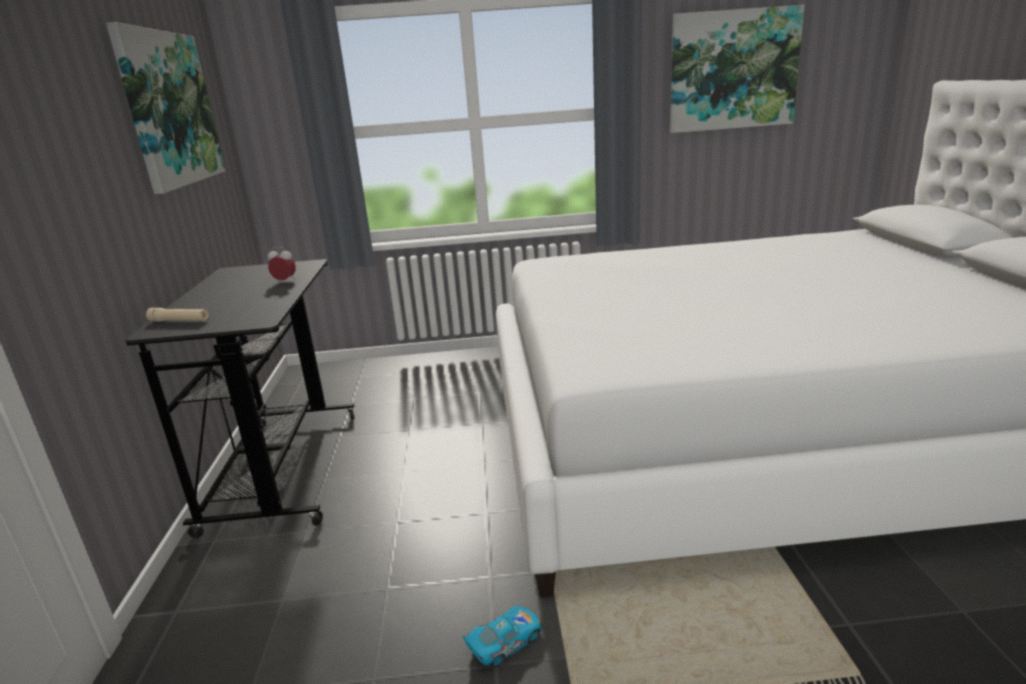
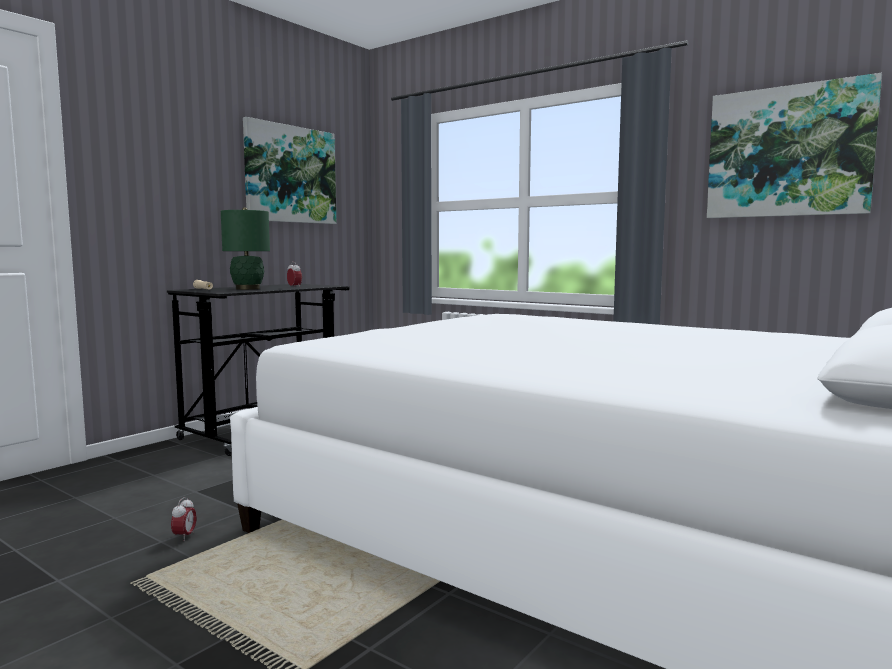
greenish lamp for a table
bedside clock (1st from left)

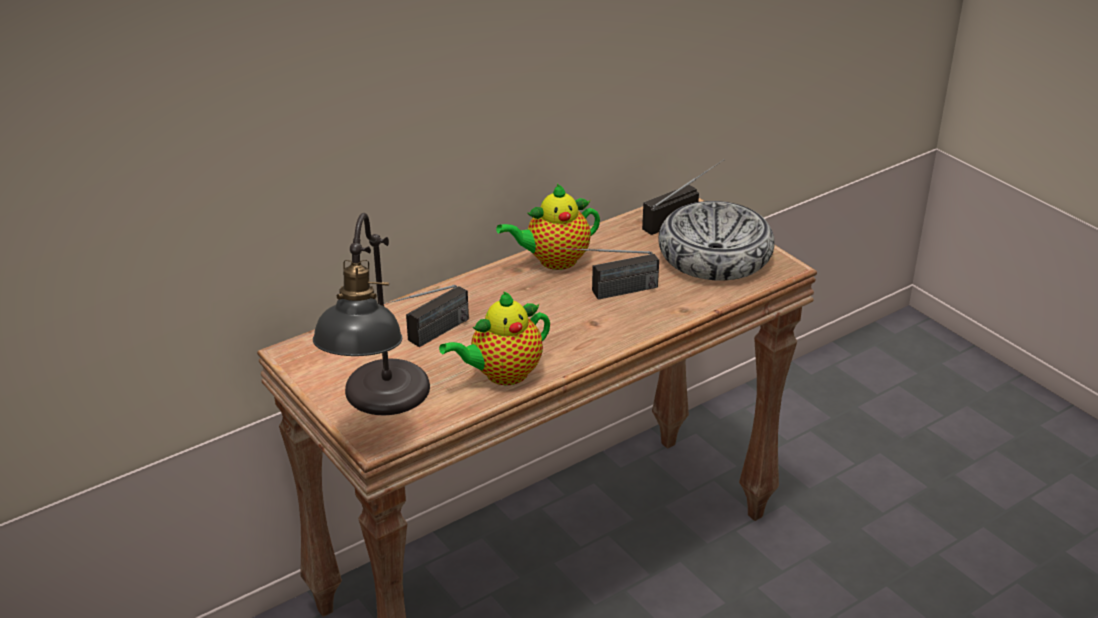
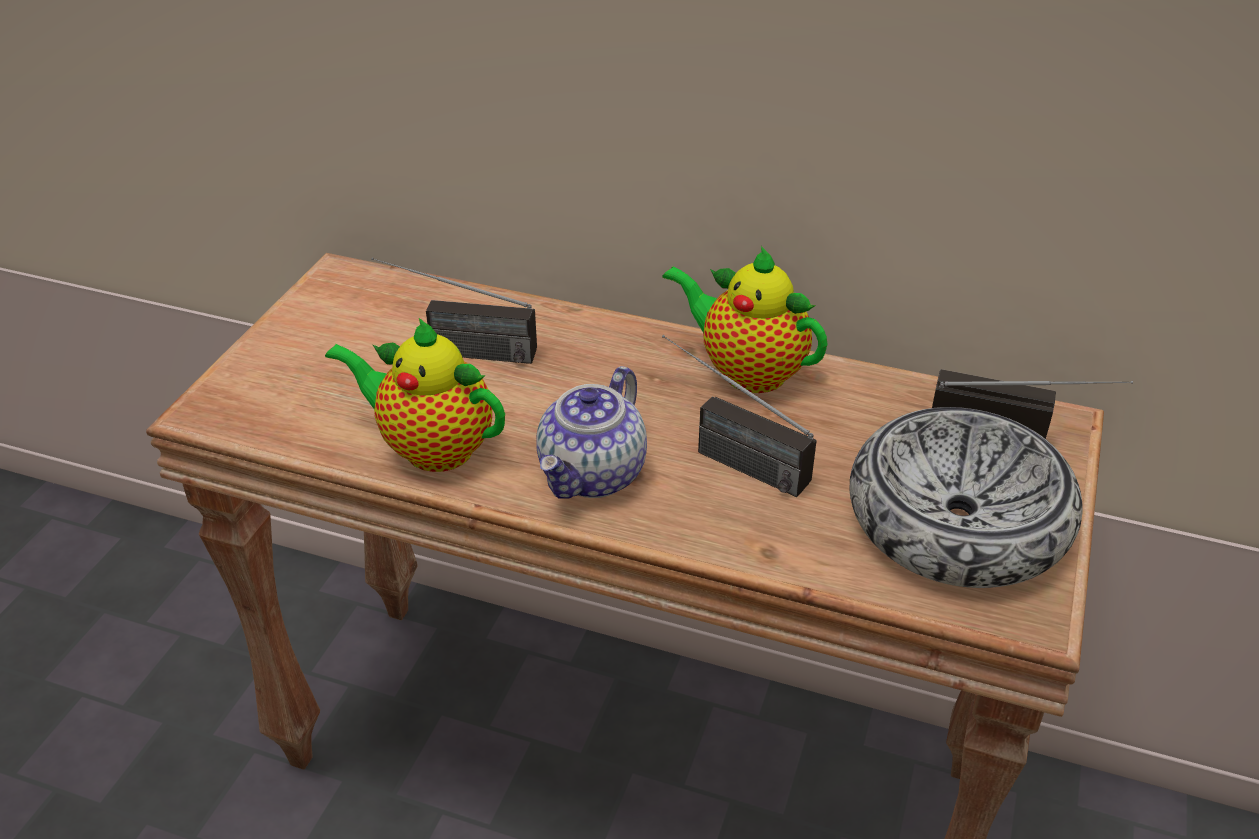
grey lamp for a table
pot for tea (2nd from left)

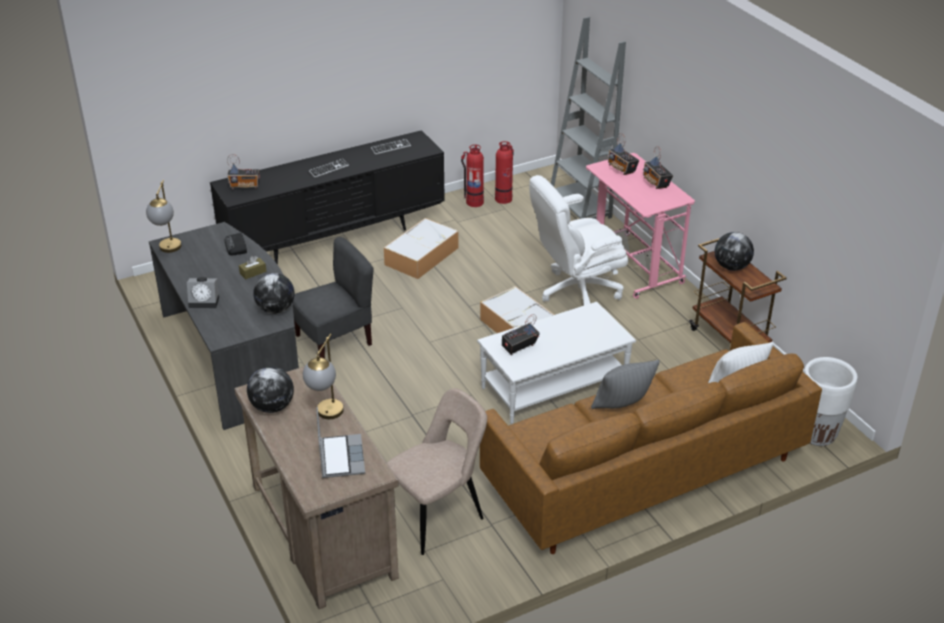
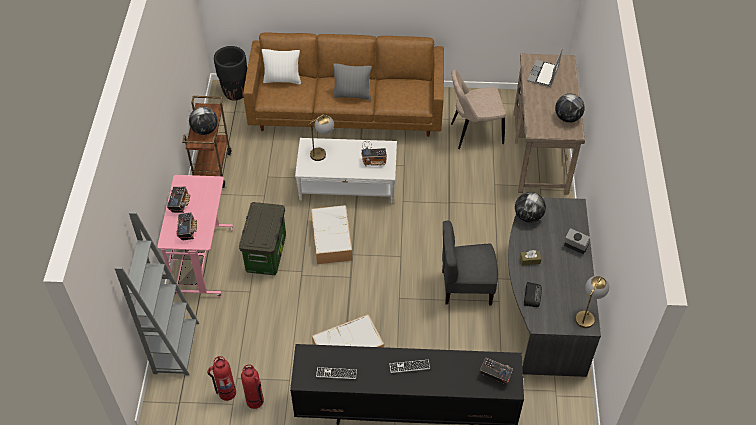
lamp for a table (1st from left)
storage bin (1st from left)
black-coloured plant pot

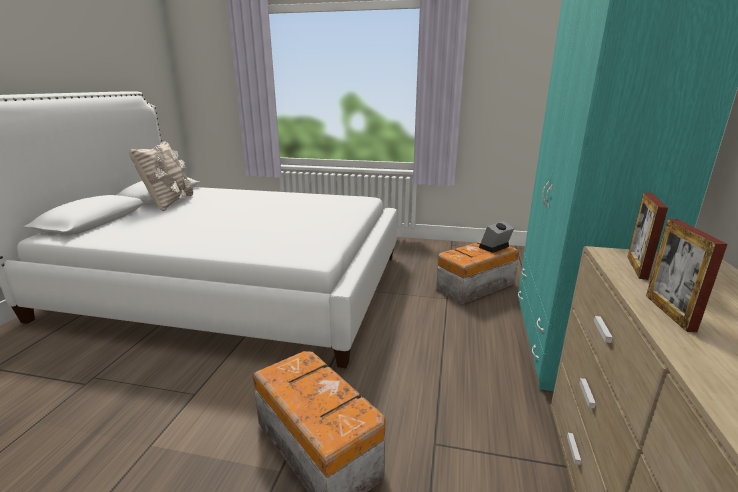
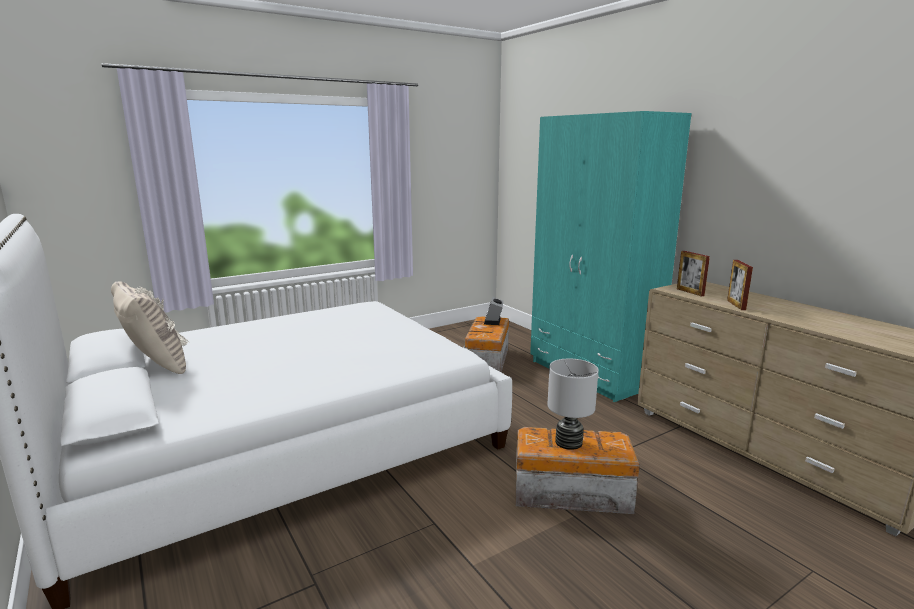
grey lamp for a table
standing frame (2nd from left)

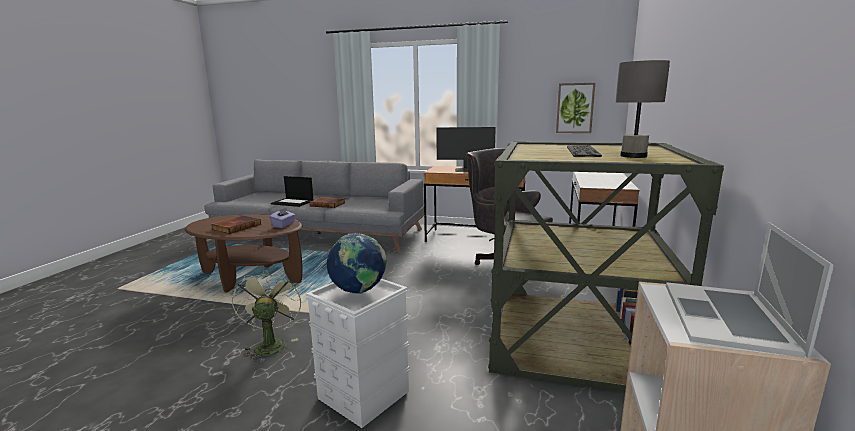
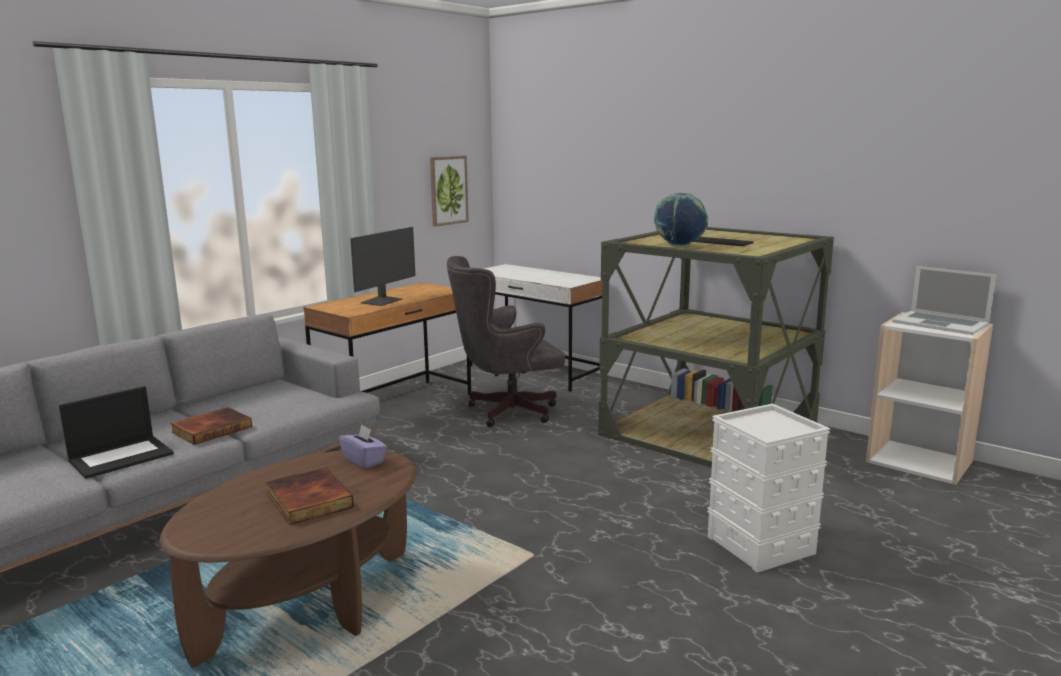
greenish electric fan
grey lamp for a table
globe

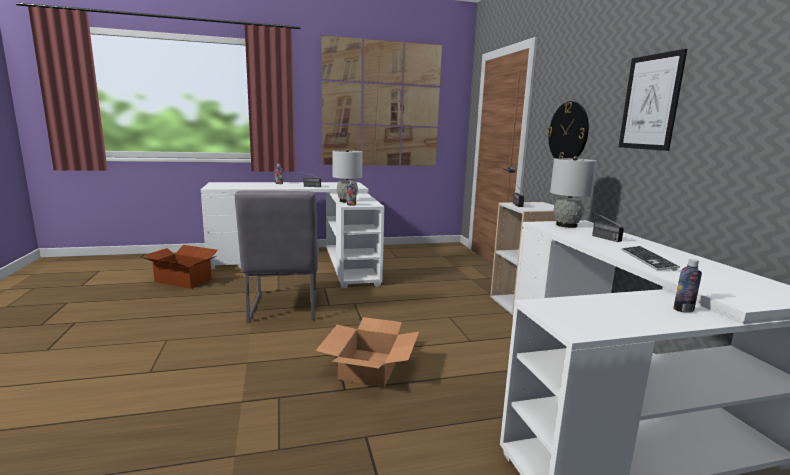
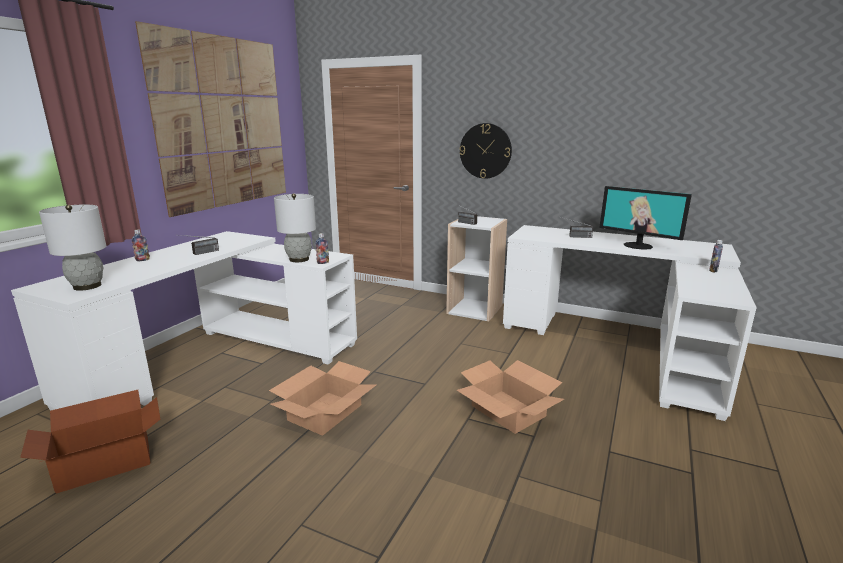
wall picture (2nd from left in the first image)
whitish lamp for a table (1st from left)
carton (2nd from left)
computer display

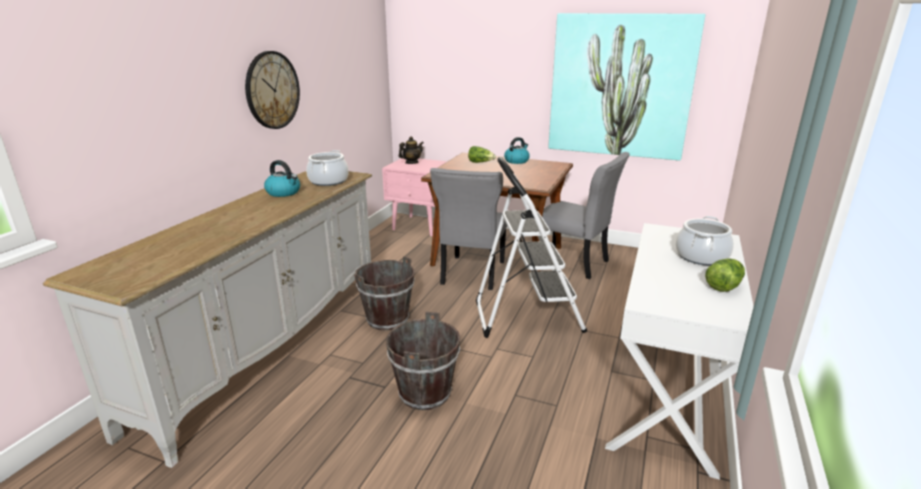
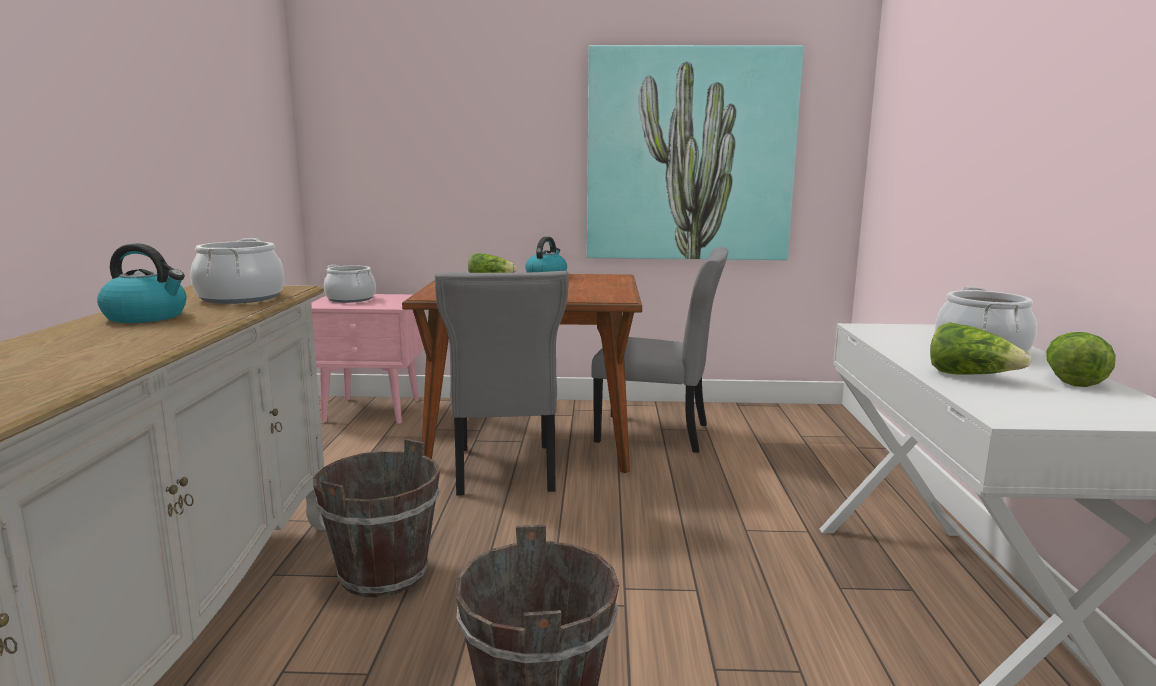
clock on the wall
step stool
head of lettuce (2nd from left)
cooking pot (2nd from left)

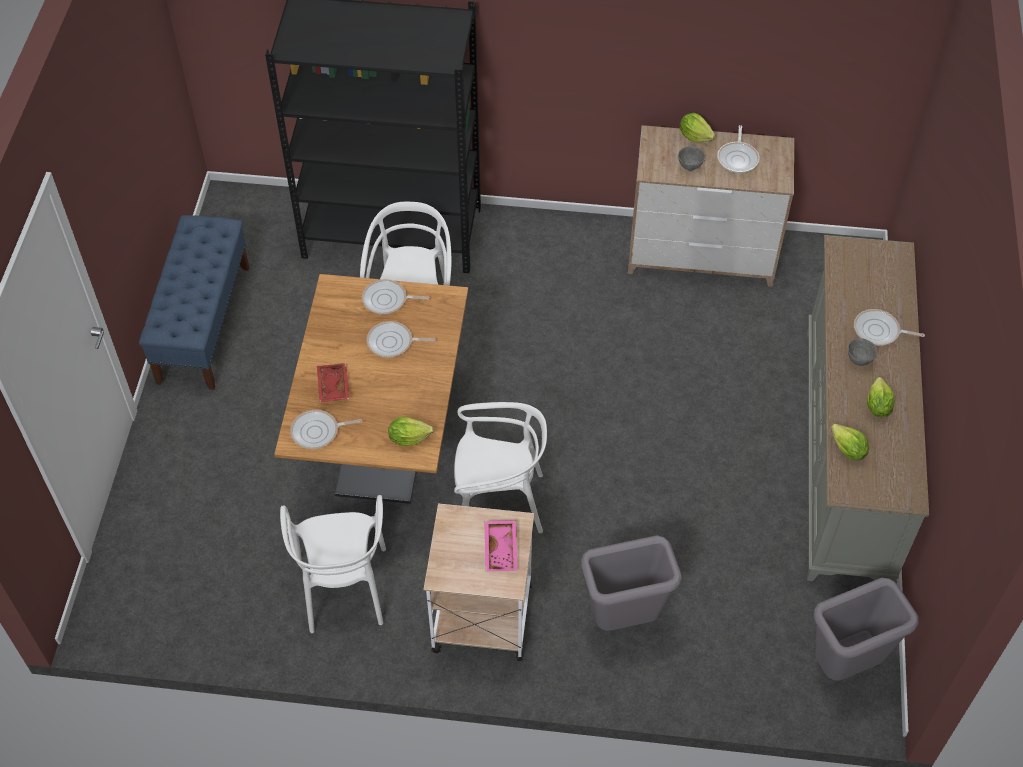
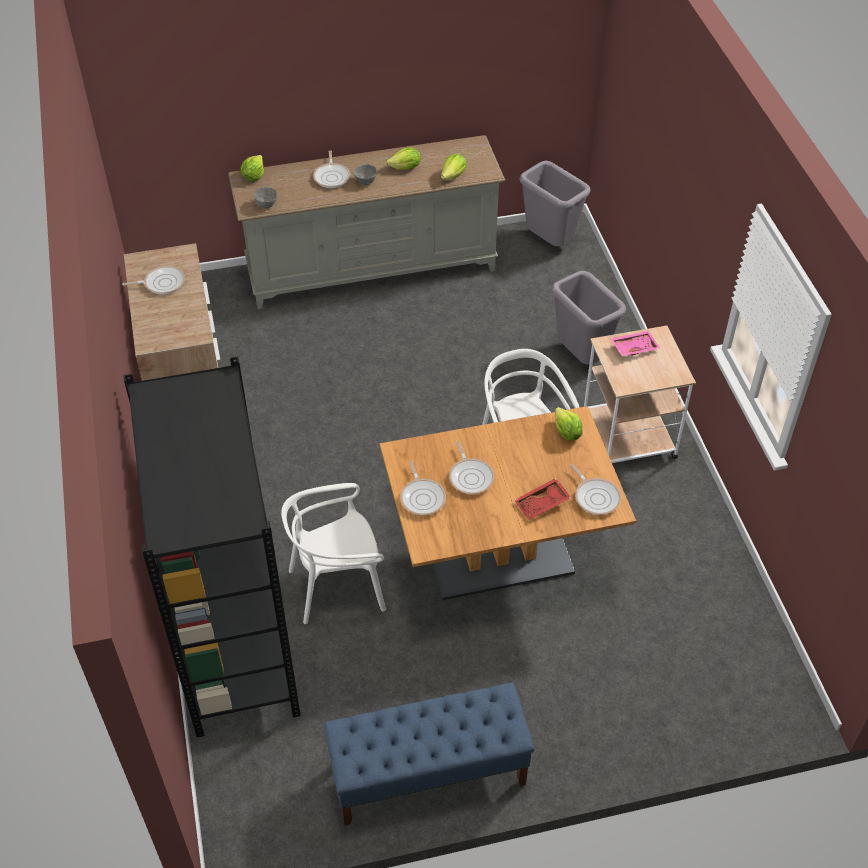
whitish upright chair (1st from left in the first image)
grey serving bowl (1st from left)
head of lettuce (1st from left)

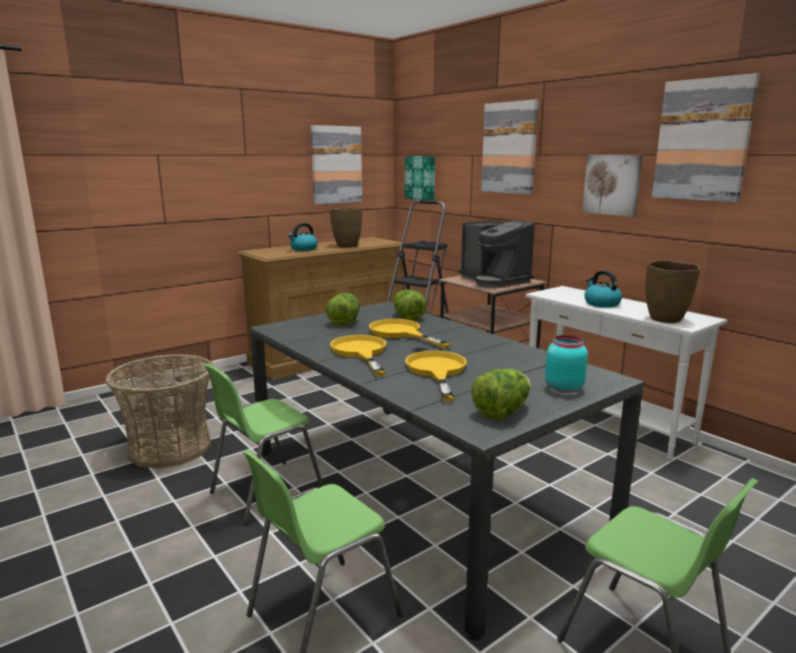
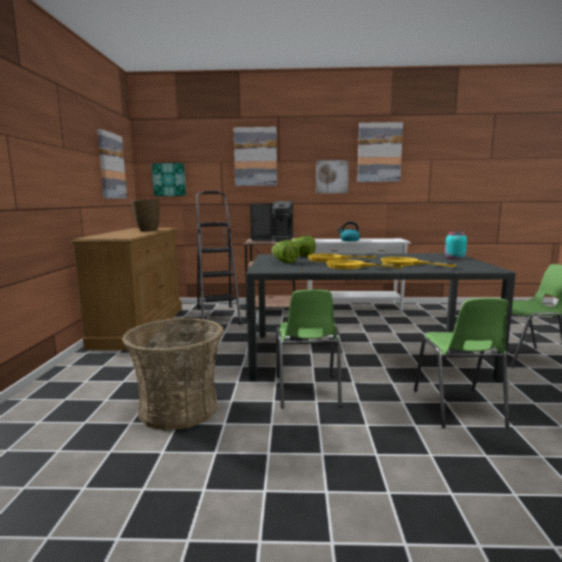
tea kettle (1st from left in the first image)
head of lettuce (3rd from left in the first image)
brown decorative vase (2nd from left in the first image)

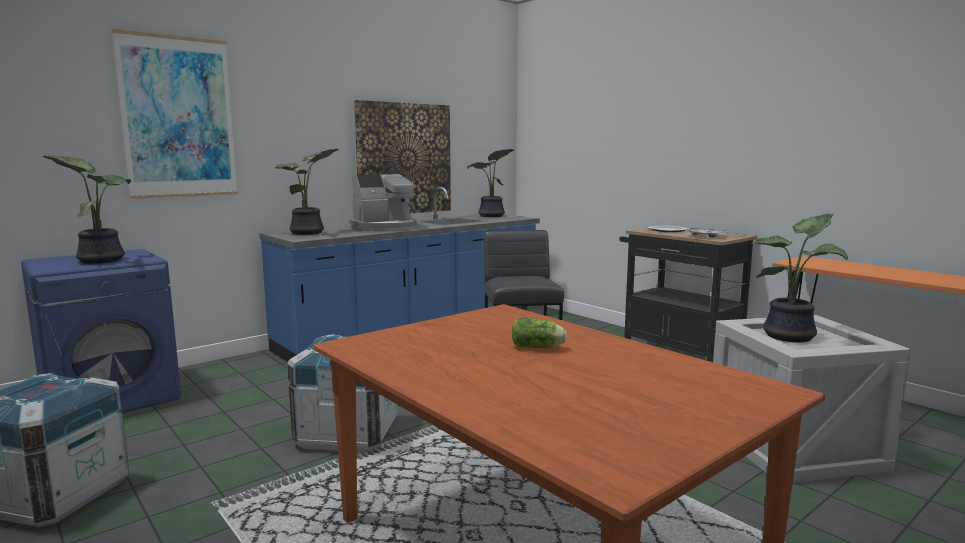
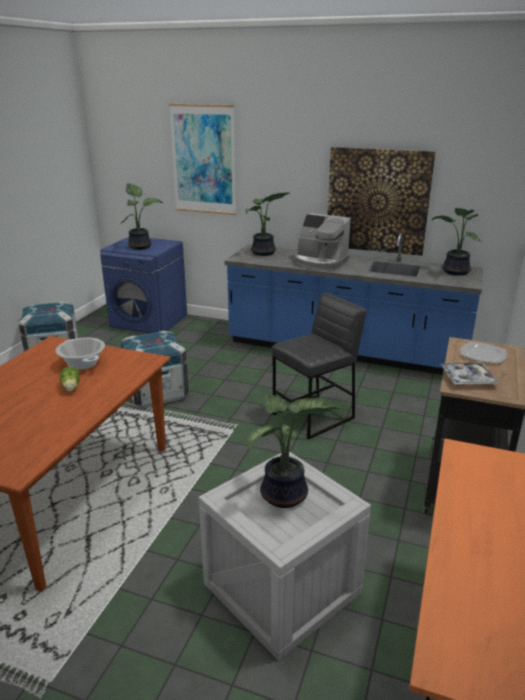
cooking pot

